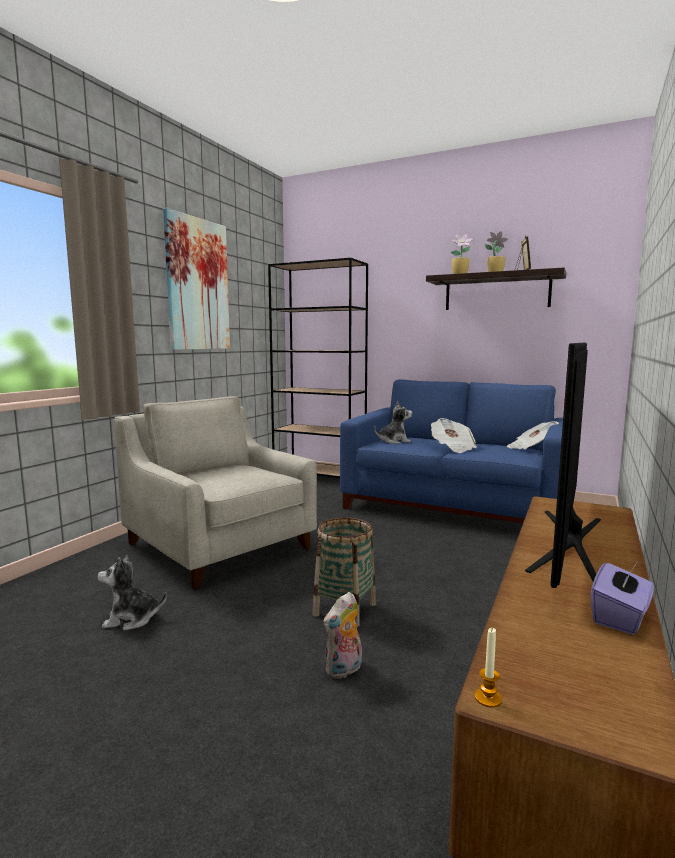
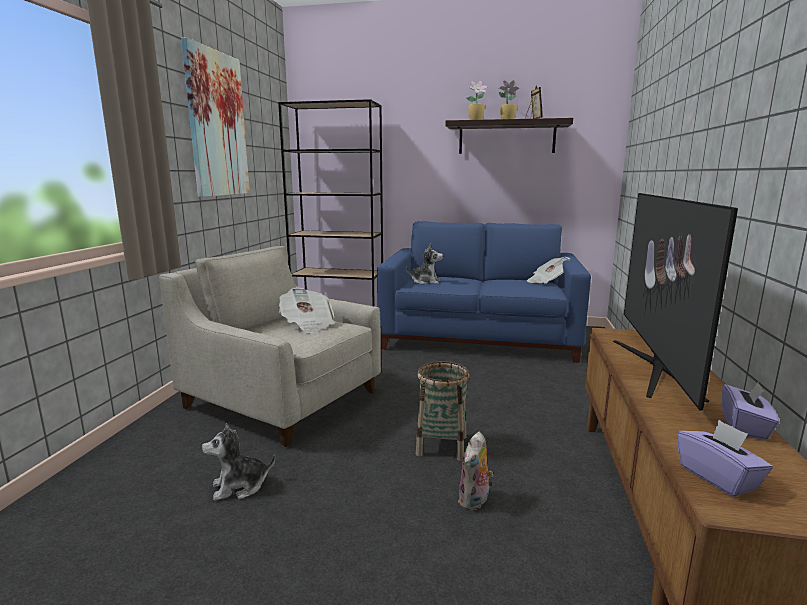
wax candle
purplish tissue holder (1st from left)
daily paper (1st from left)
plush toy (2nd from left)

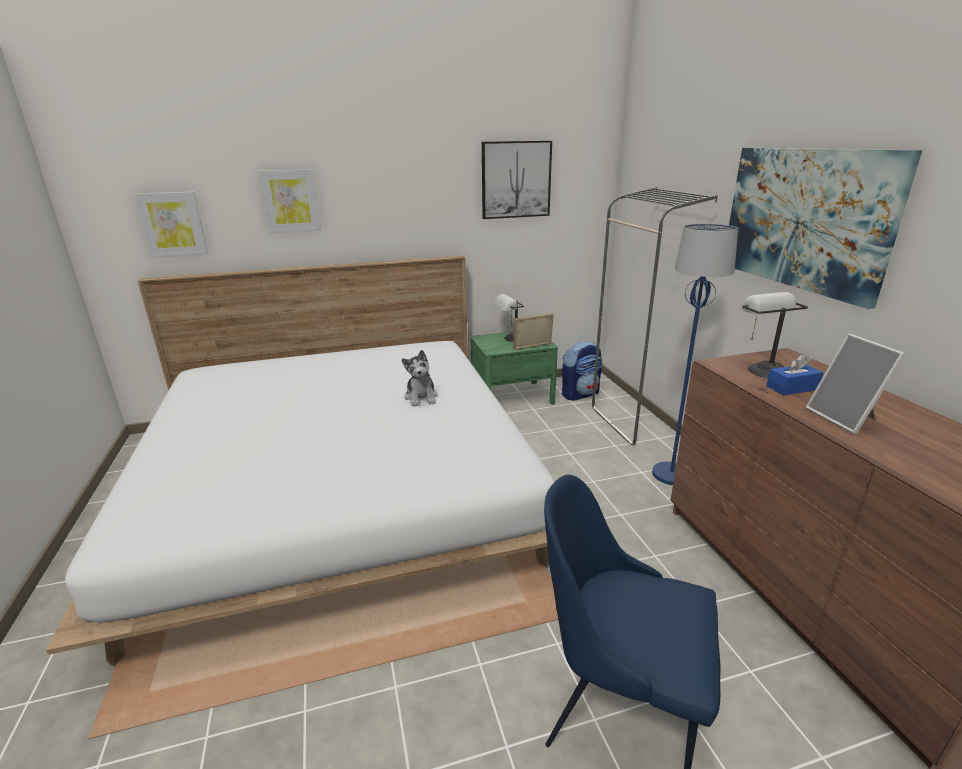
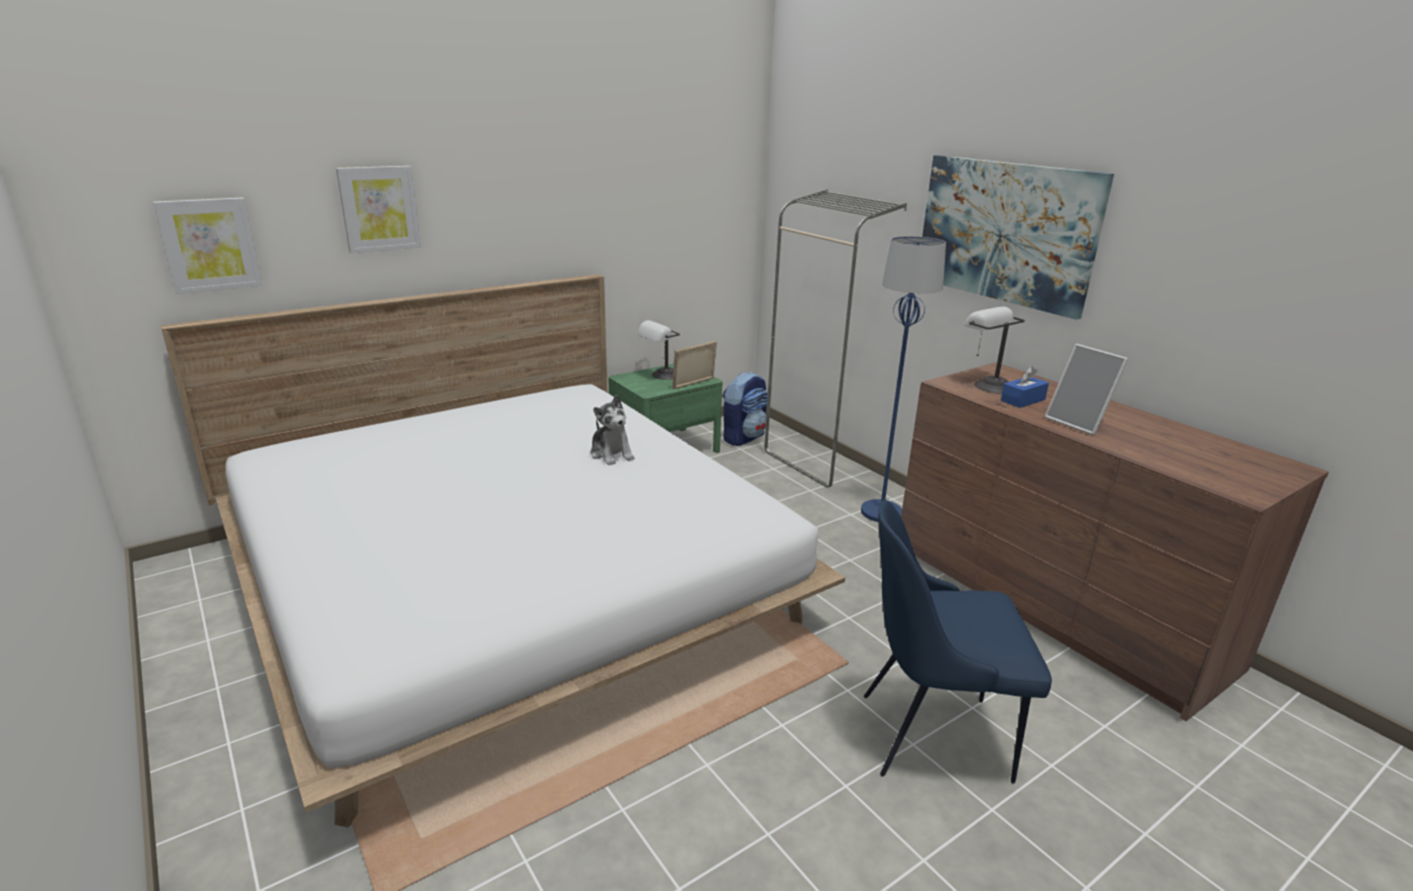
wall picture (3rd from left in the first image)

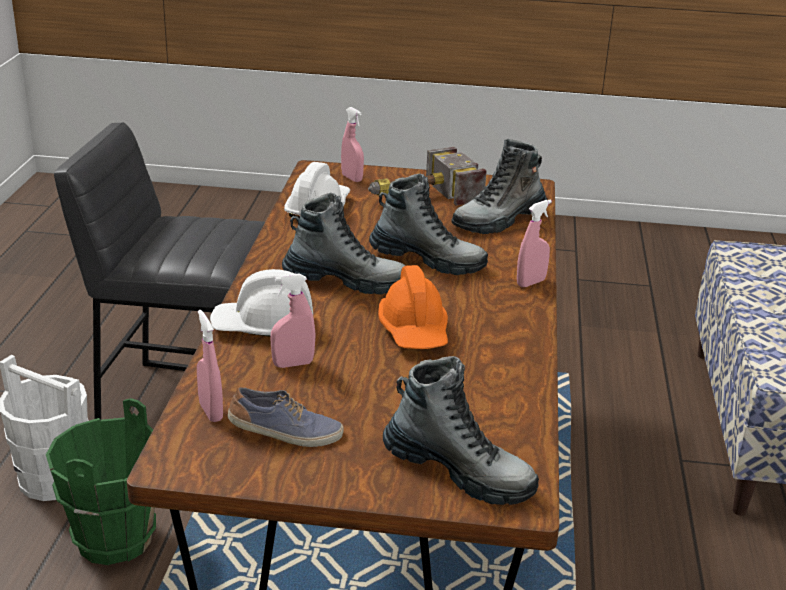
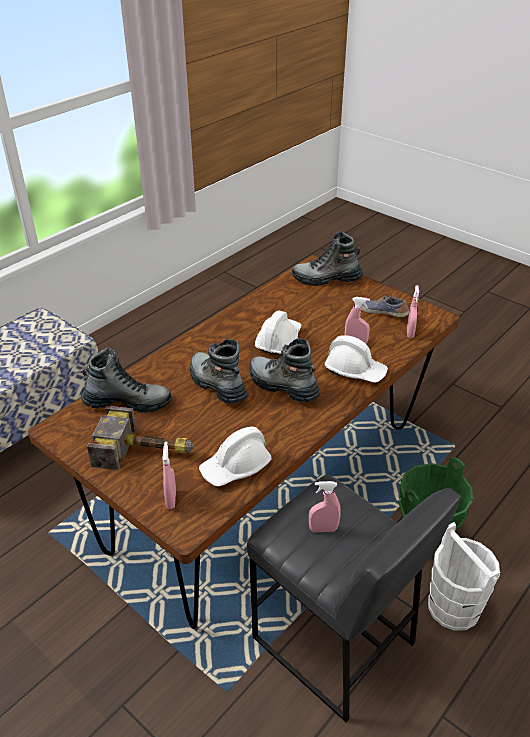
pinkish sprayer (2nd from left)
whitish work helmet (2nd from left)
boot (4th from left)

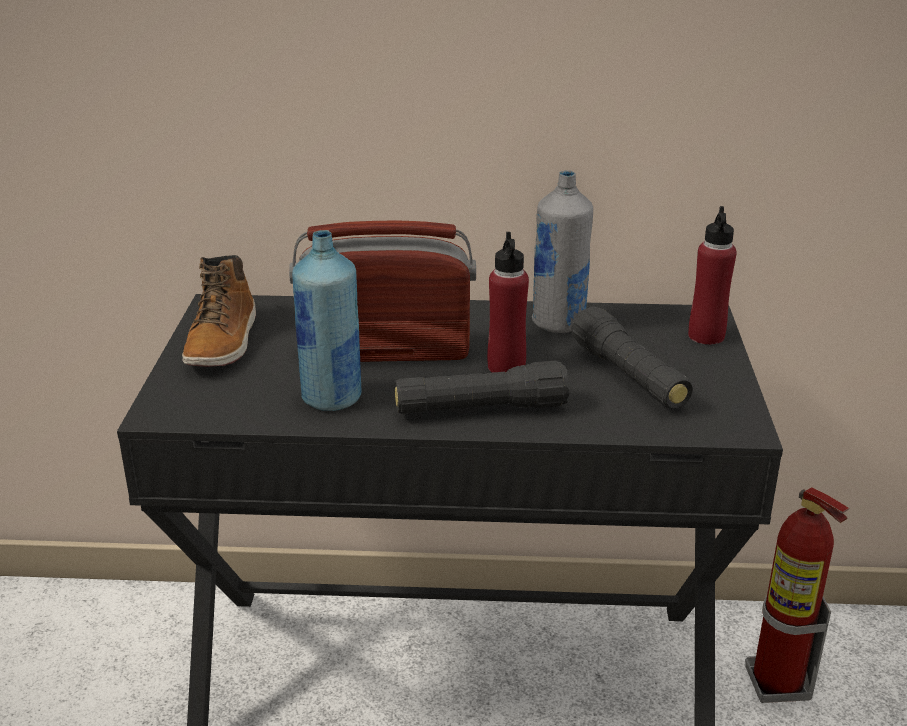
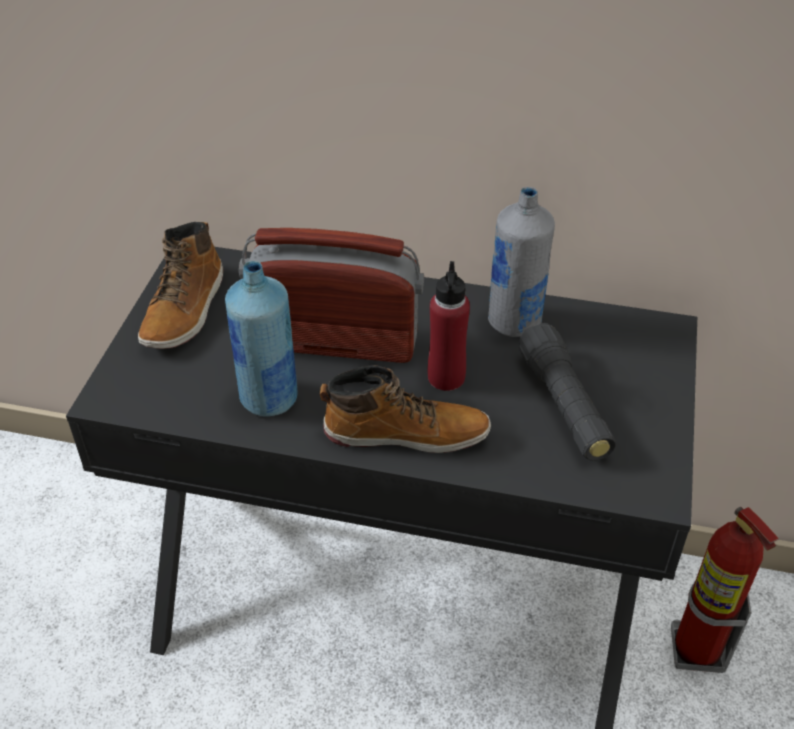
reddish bottle (2nd from left in the first image)
boot (2nd from left)

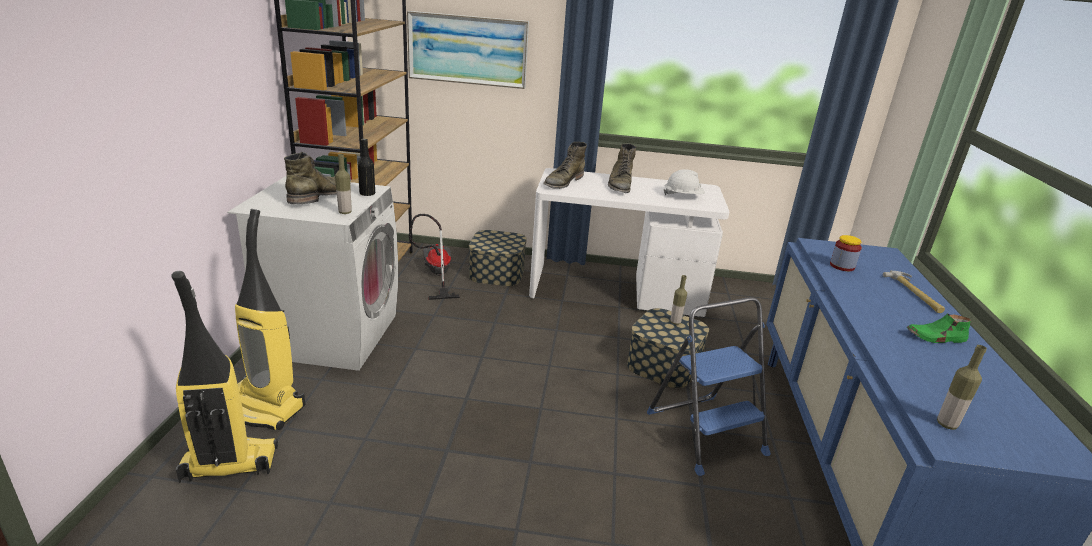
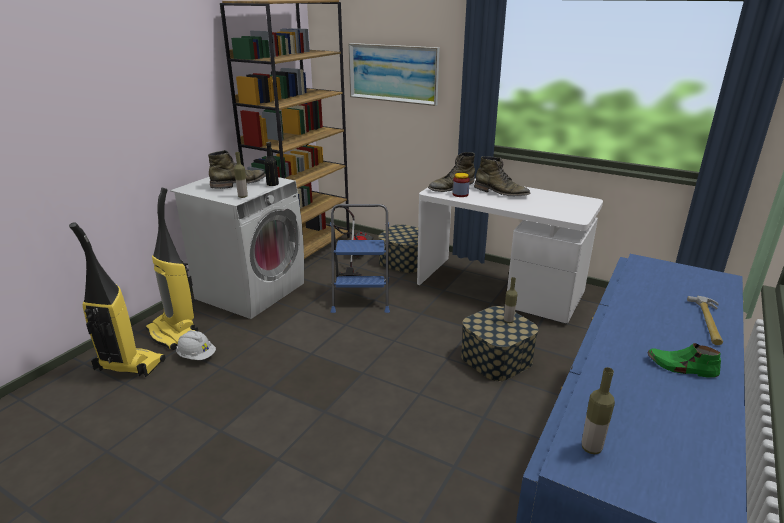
blue-coloured step stool
whitish work helmet
storage jar
greenish boot (3rd from left)

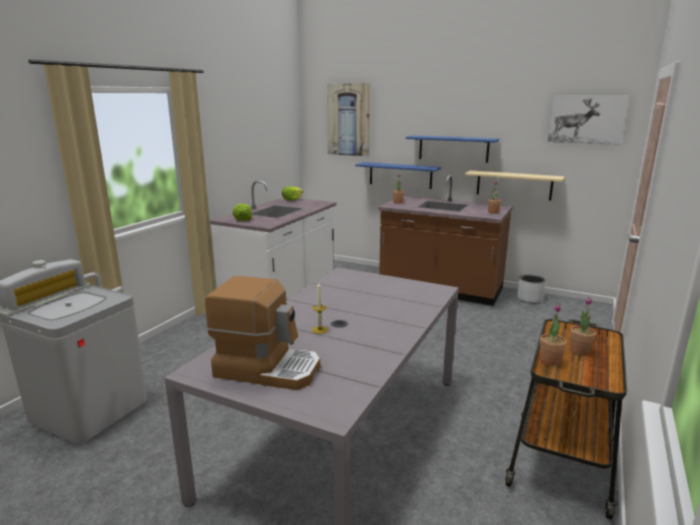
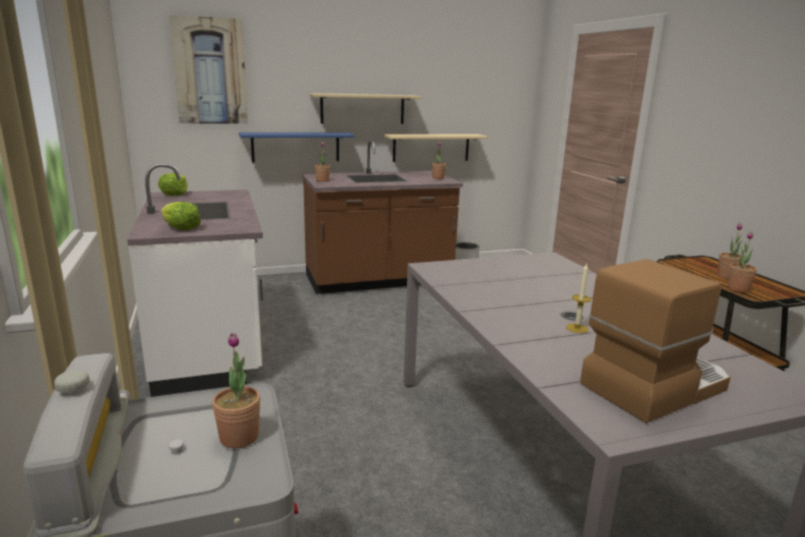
wall picture (2nd from left in the first image)
plant in a pot (1st from left)
sand-coloured wall shelf (1st from left)

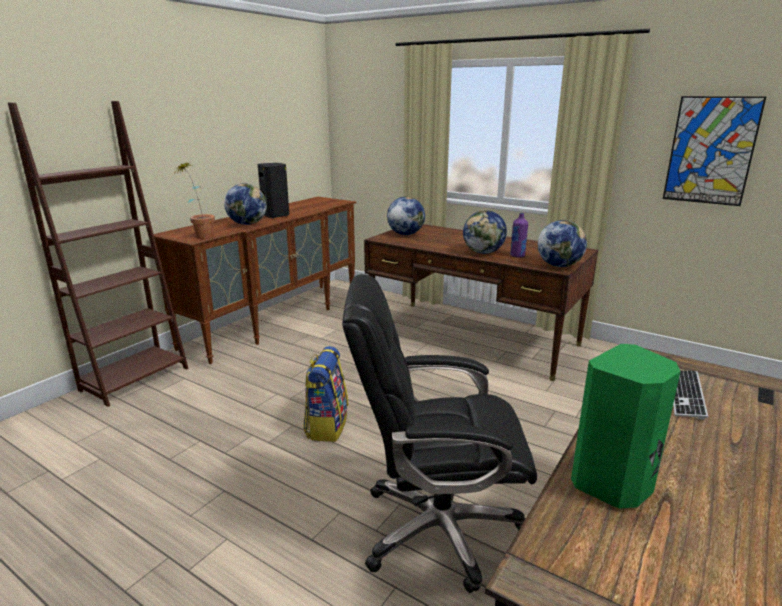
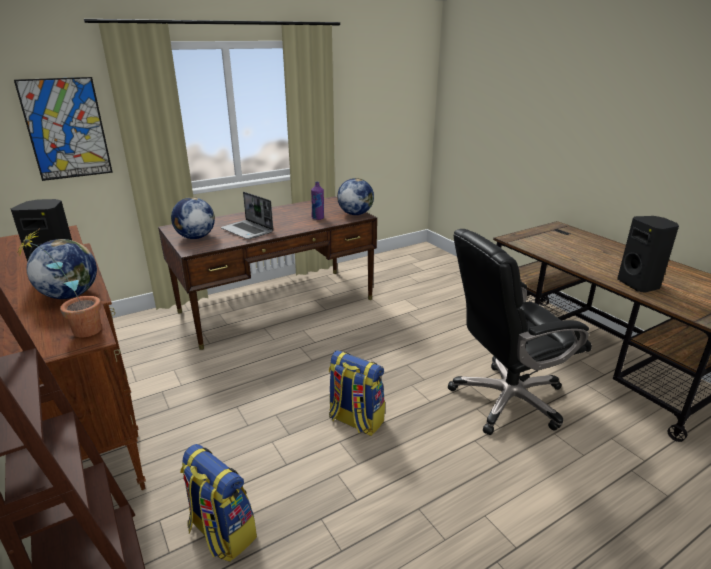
globe (3rd from left in the first image)
PC keyboard
rucksack (1st from left)
laptop
wall picture
black-coloured loudspeaker (2nd from left)
black-coloured office chair

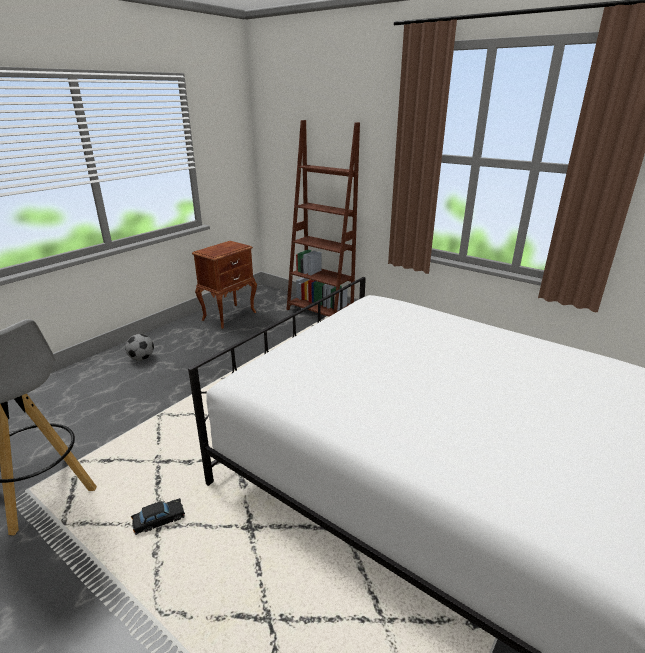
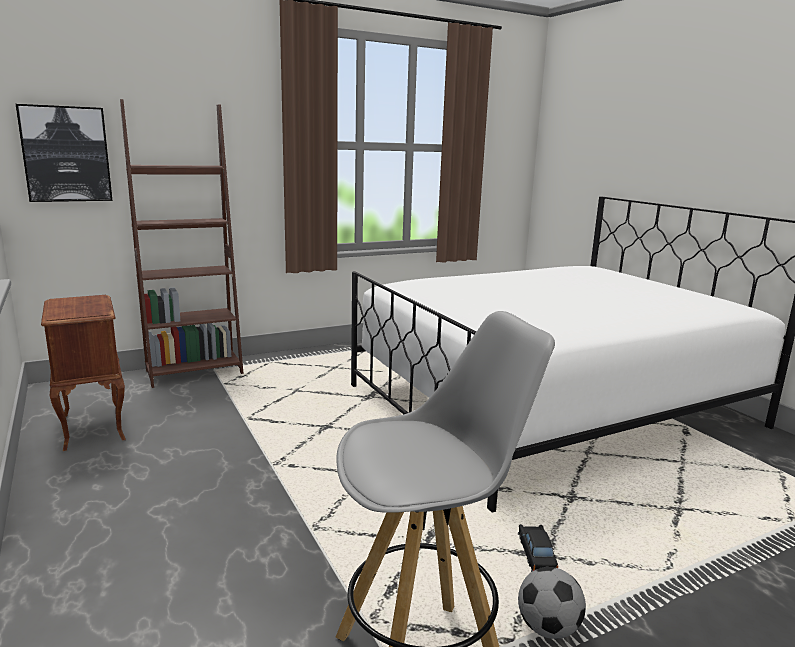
wall picture
football

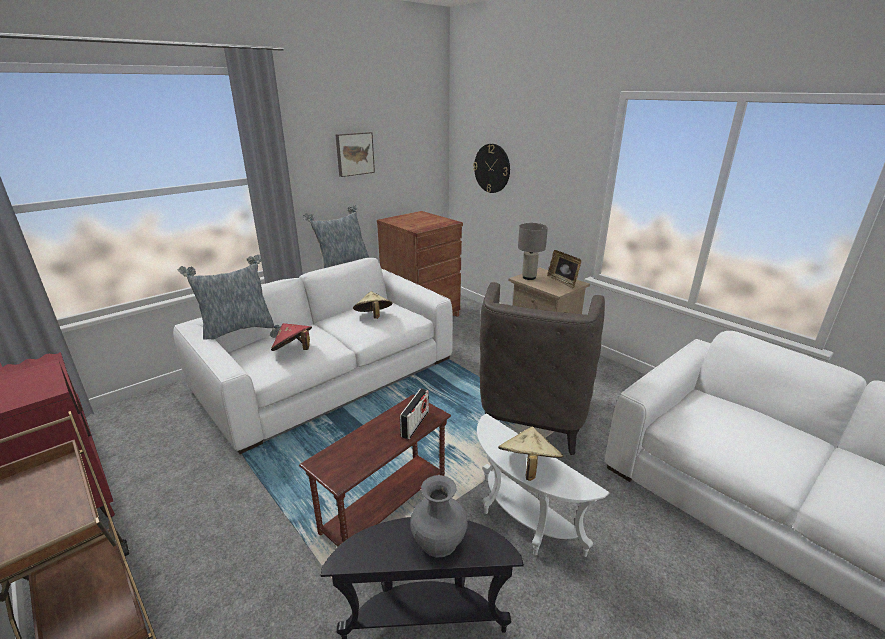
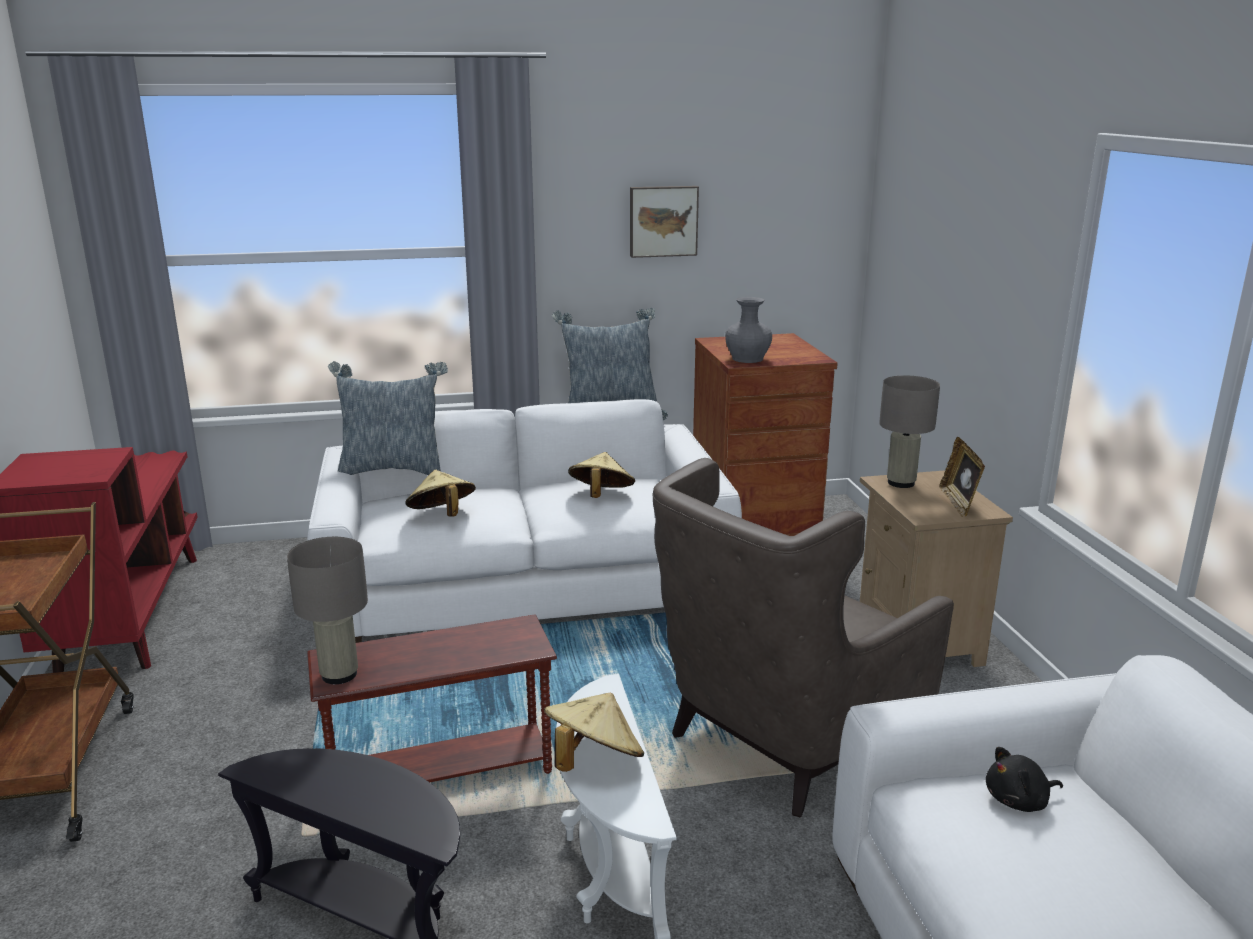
radio
clock on the wall
grey lamp for a table (1st from left)
black-coloured plush toy
grey decorative vase
sand-coloured wearable hat (1st from left)

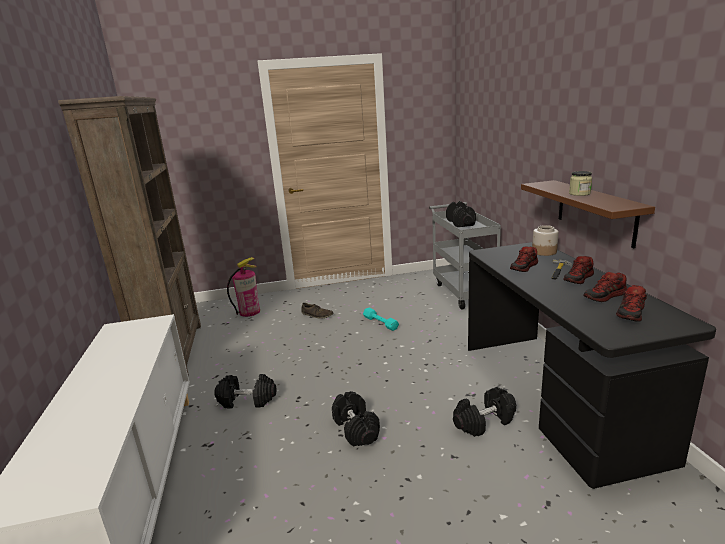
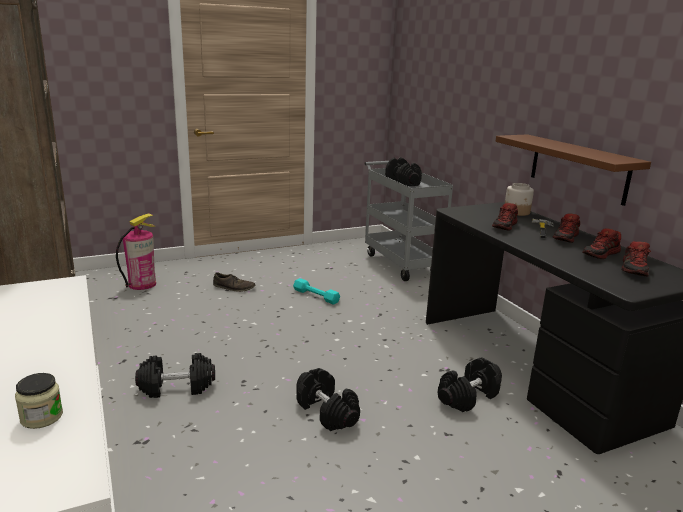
storage jar (1st from left)

